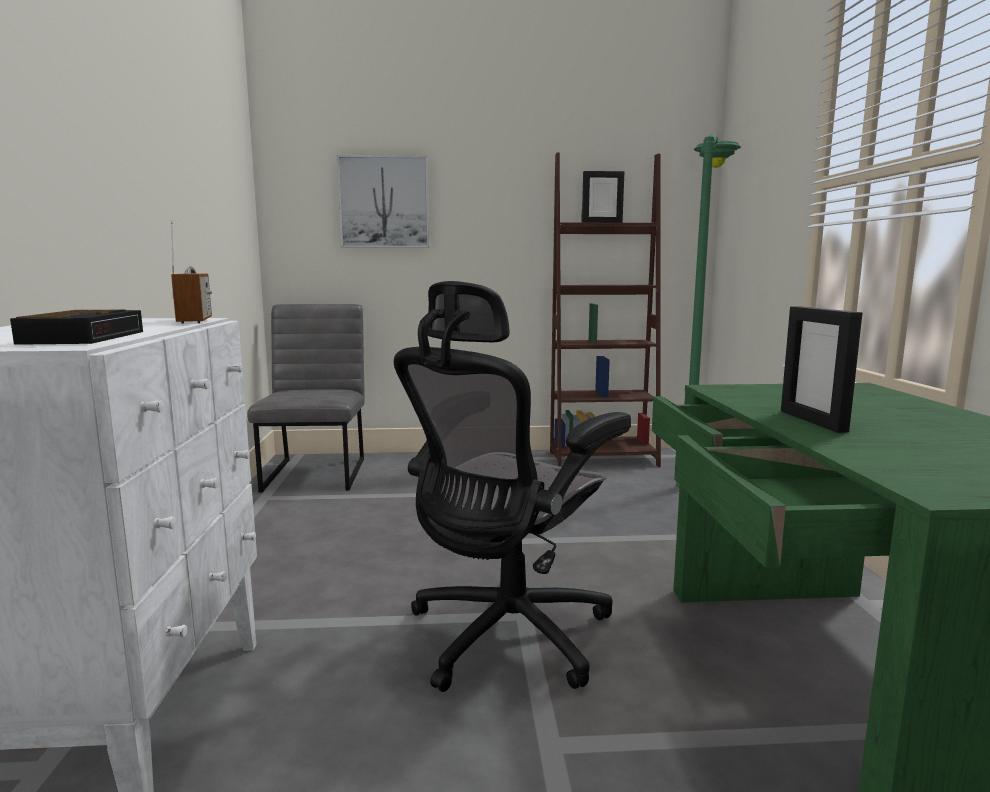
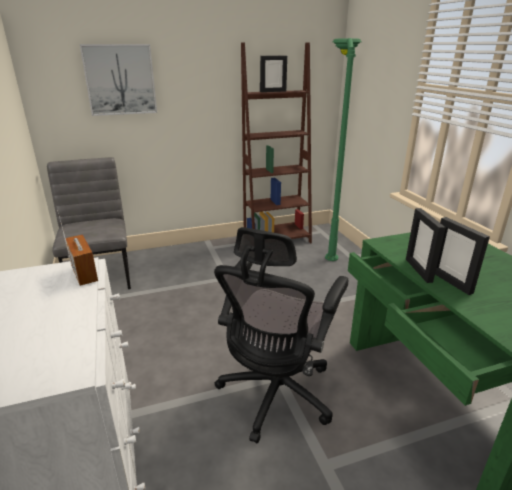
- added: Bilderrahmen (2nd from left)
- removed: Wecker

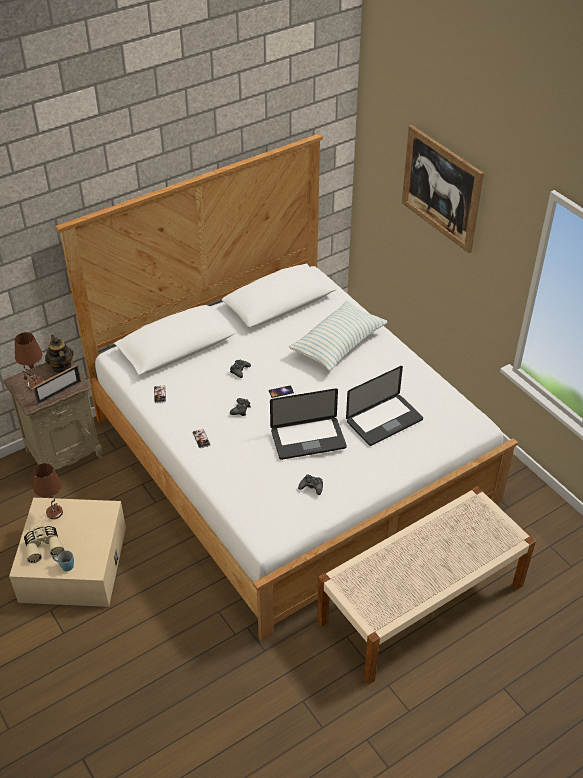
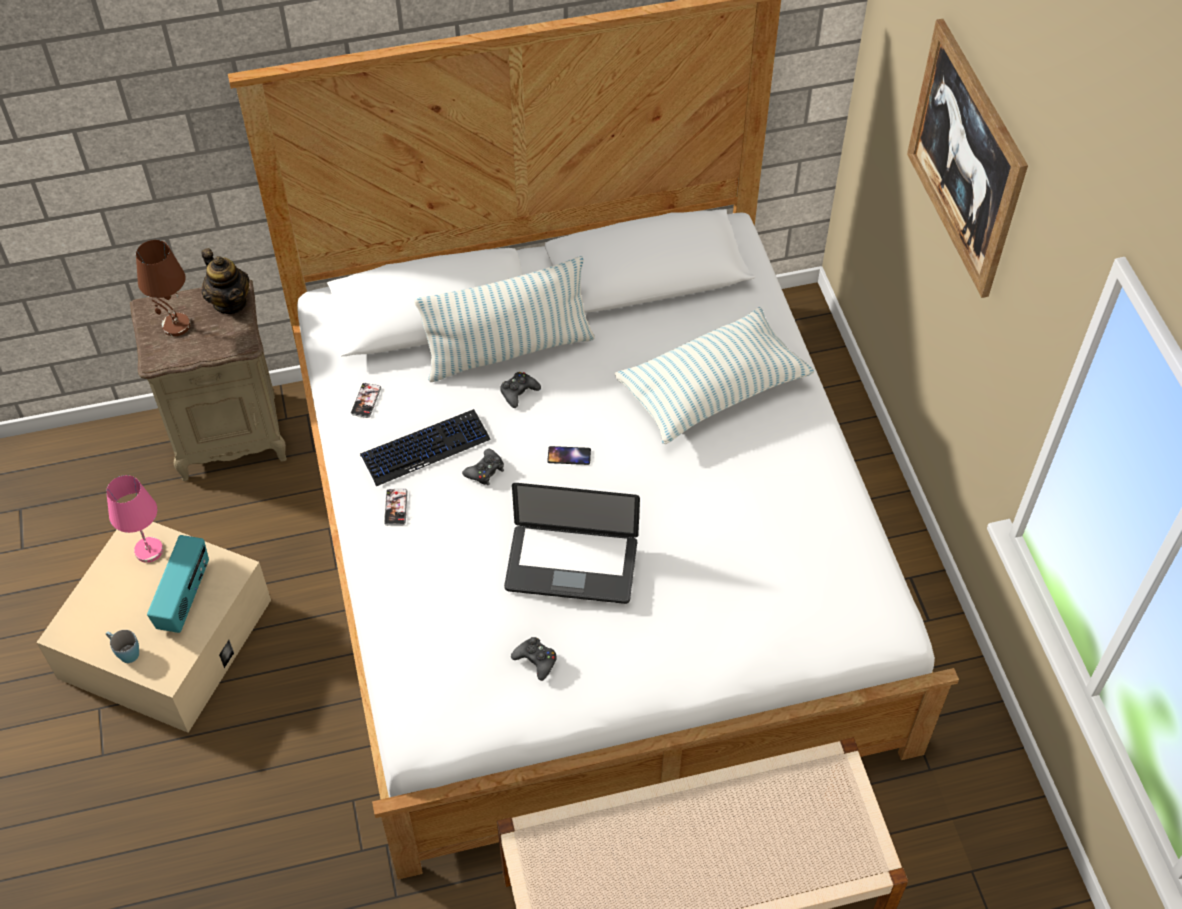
- recoloured: Tischlampe [braun] (2nd from left) to Tischlampe [rosa]
- added: Radio
- turned: Teekanne 150 degrees clockwise
- added: Tastatur
- added: Kissen (1st from left)
- removed: Fernglas [beige]
- removed: Bilderrahmen
- removed: Laptop (2nd from left)

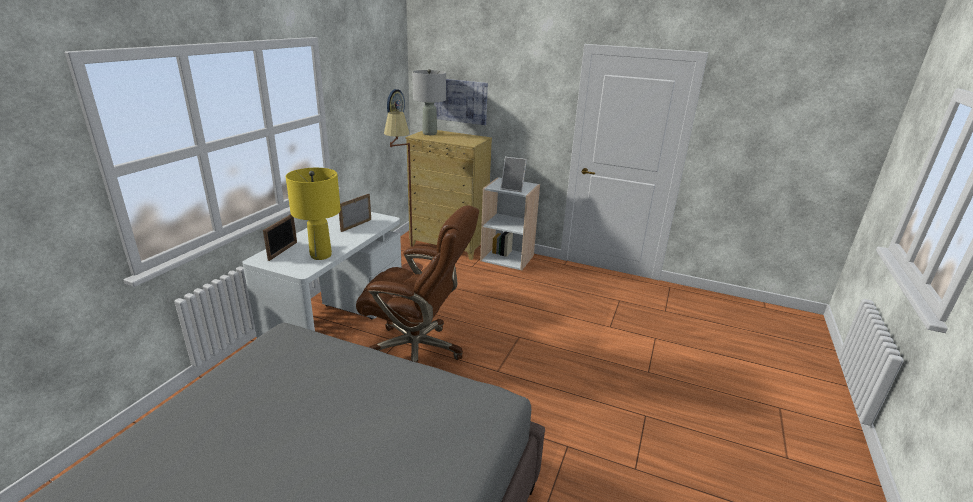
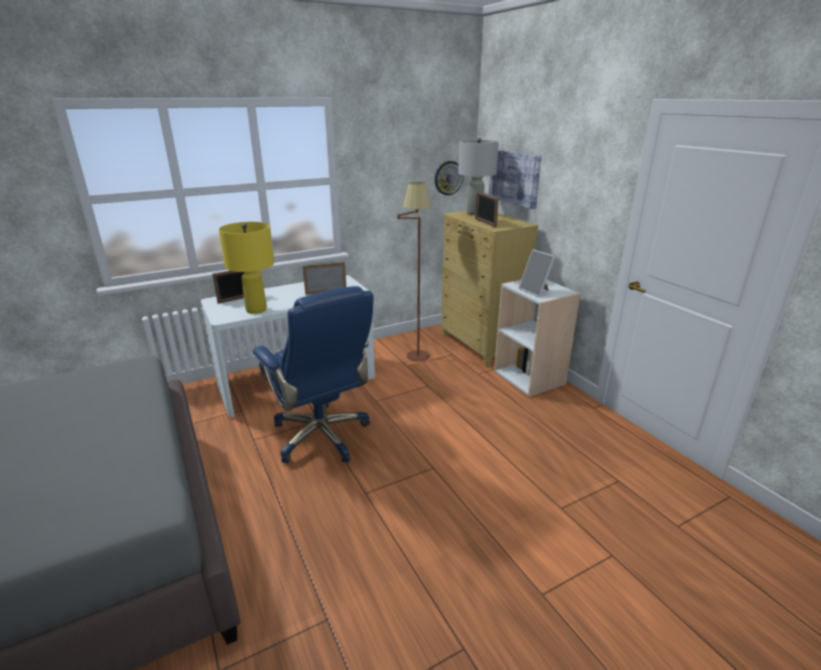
- recoloured: Bürostuhl [braun] to Bürostuhl [blau]
- added: Bilderrahmen (3rd from left)

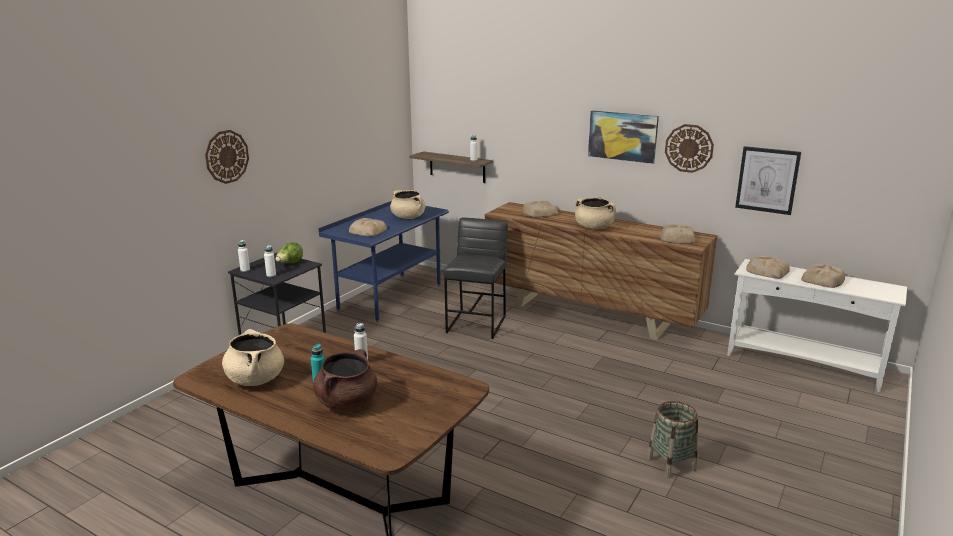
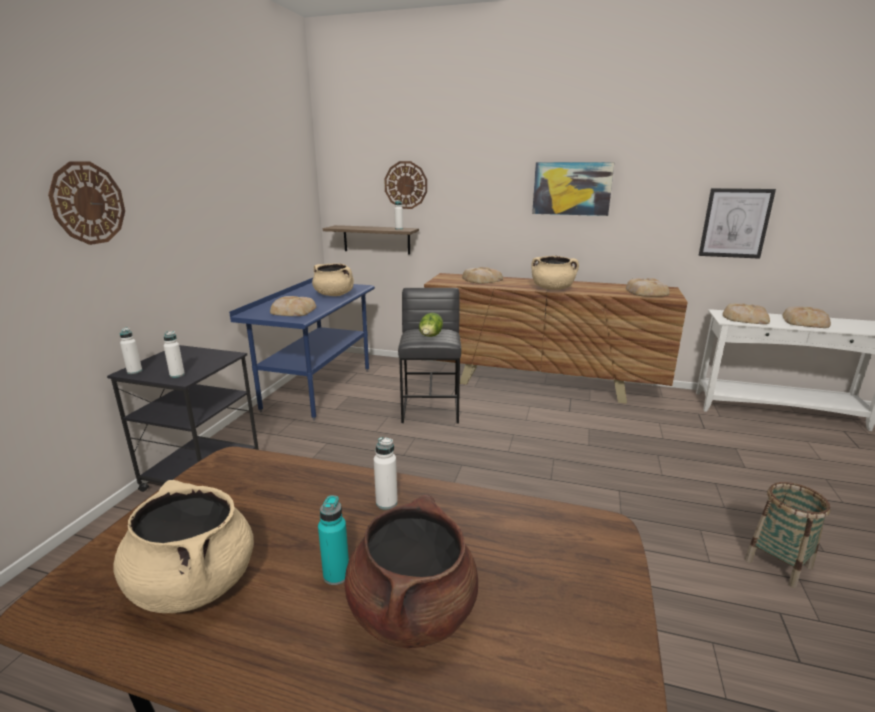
- moved: Wanduhr (2nd from left)
- moved: Salatkopf

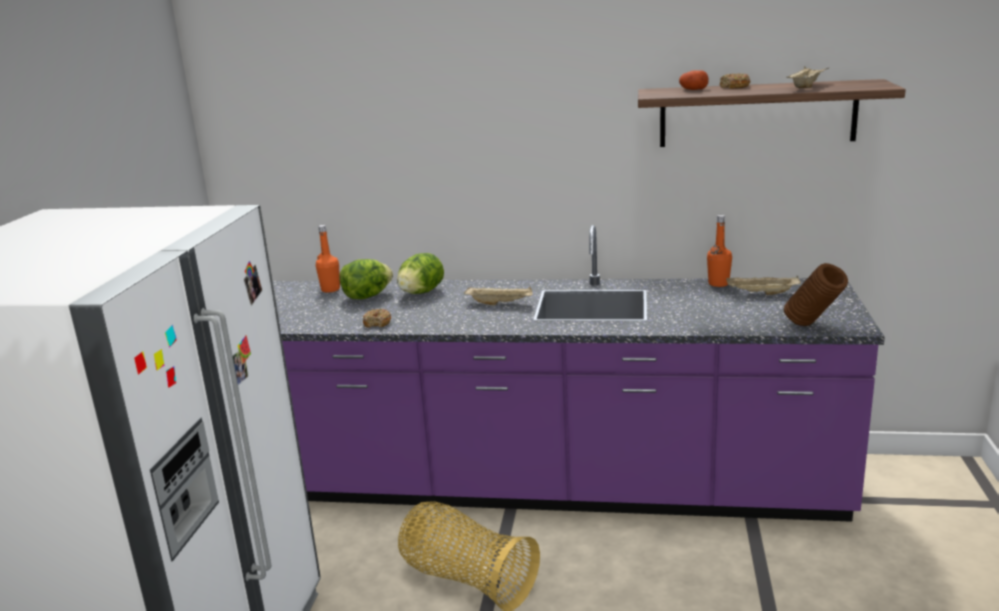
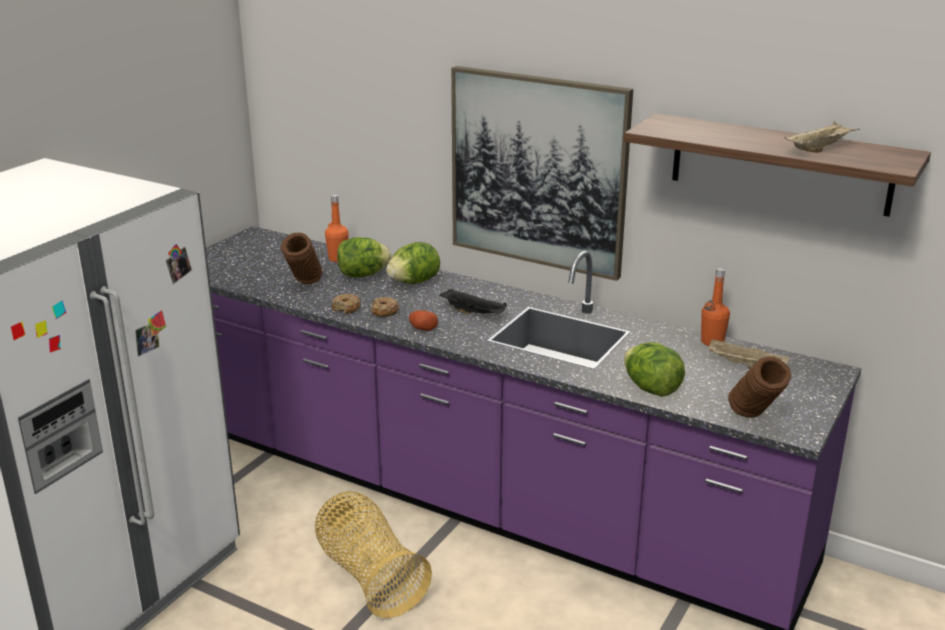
- added: Vase [braun] (1st from left)
- moved: Donut (2nd from left)
- moved: Kartoffel
- recoloured: Tablett [beige] (1st from left) to Tablett [schwarz]
- added: Bild
- added: Salatkopf (3rd from left)

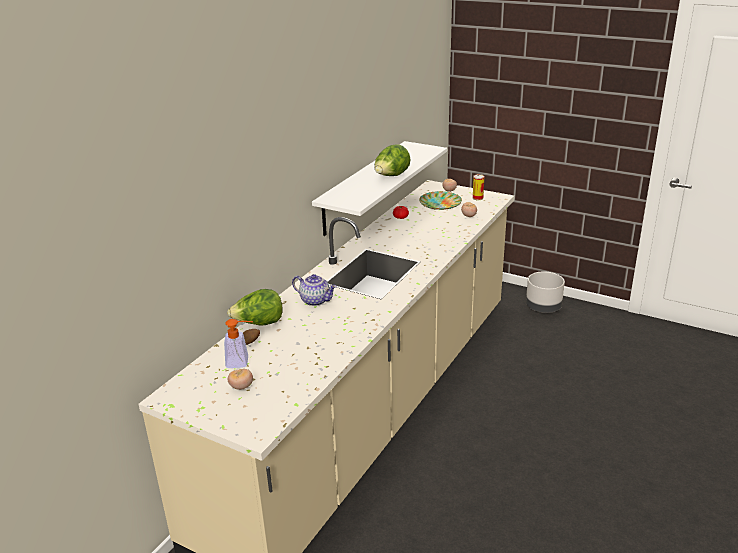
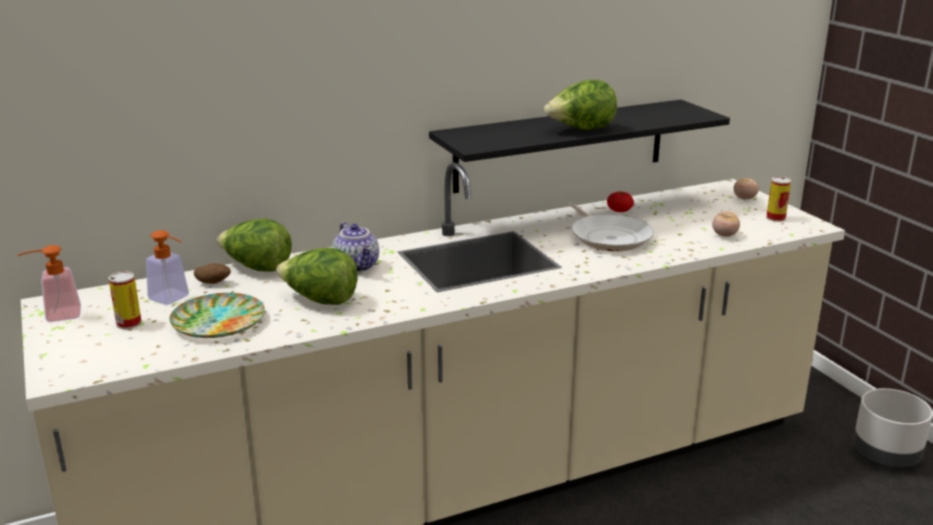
- added: Seifenspender (1st from left)
- replaced: Tomate (1st from left) to Dose (1st from left)
- moved: Teller
- added: Salatkopf (2nd from left)
- recoloured: Wandregal [weiß] to Wandregal [schwarz]
- added: Pfanne

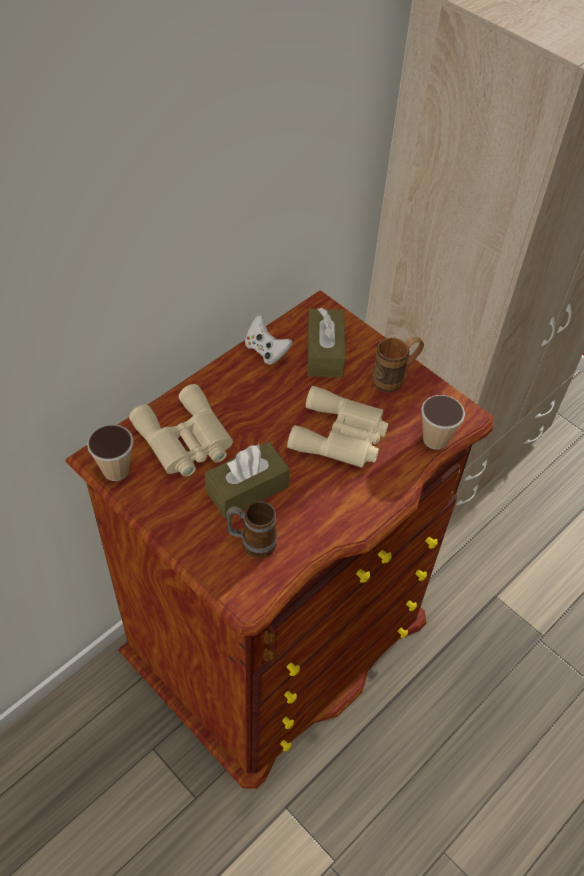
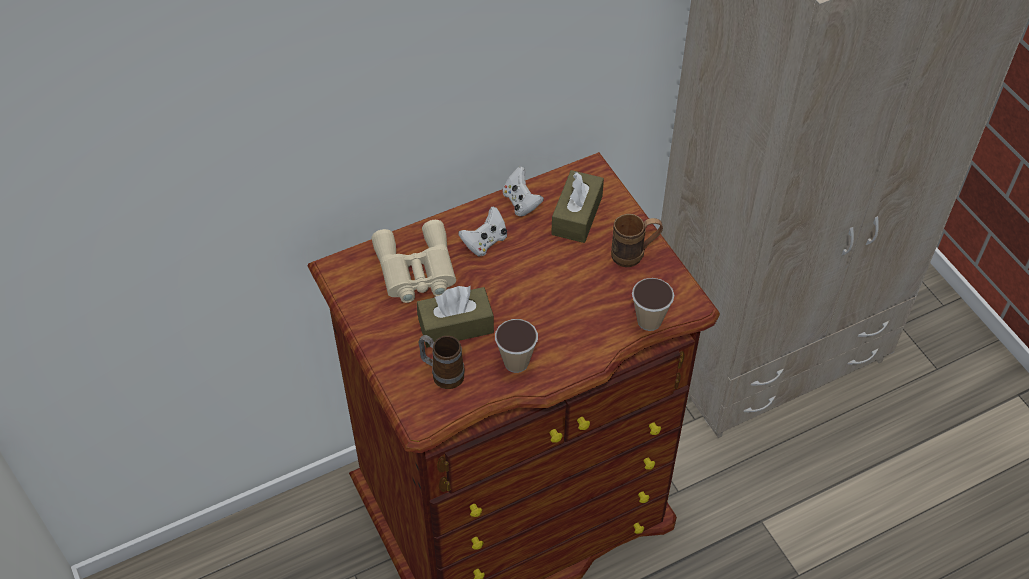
- added: Gamepad [weiß] (1st from left)
- moved: Tasse (1st from left)
- removed: Fernglas [beige] (2nd from left)

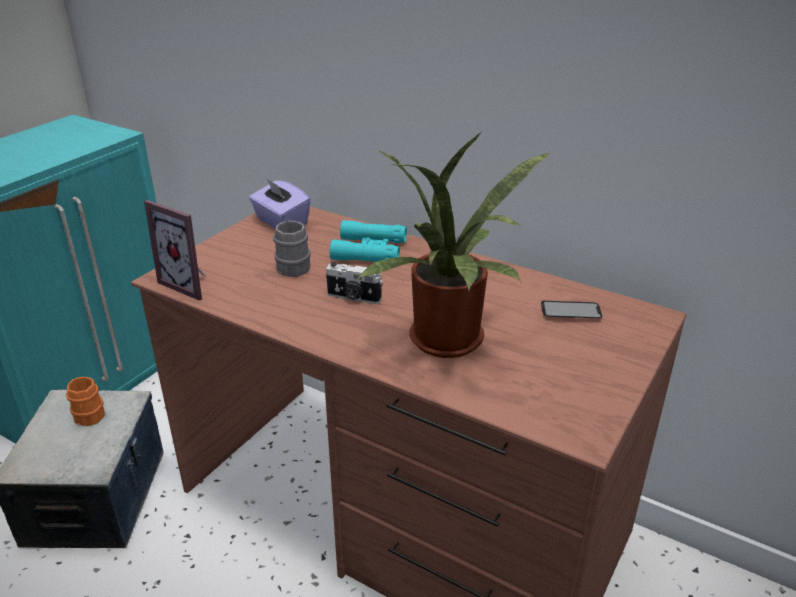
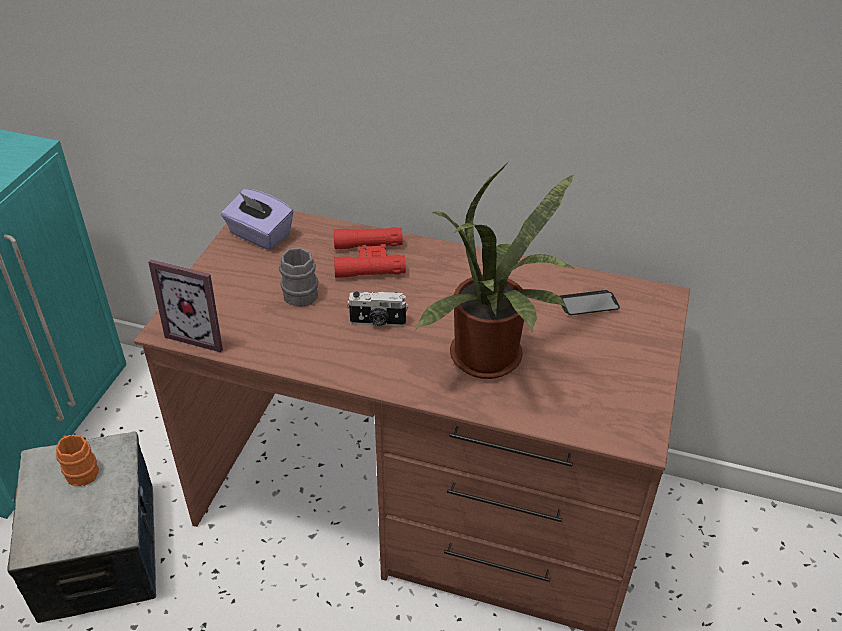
- recoloured: Fernglas [türkis] to Fernglas [rot]

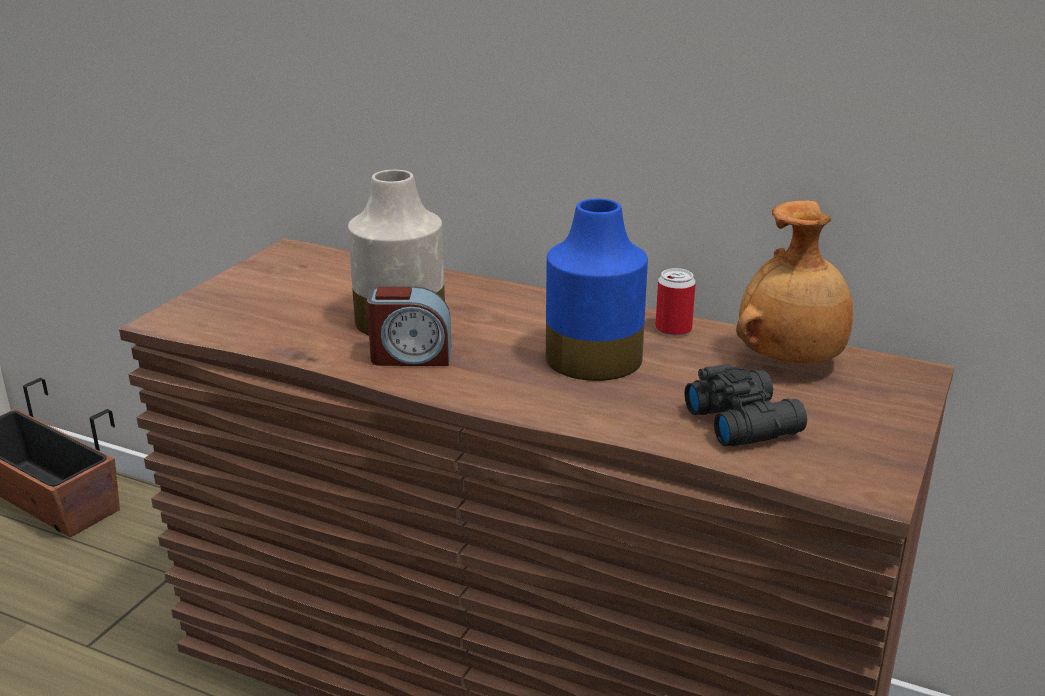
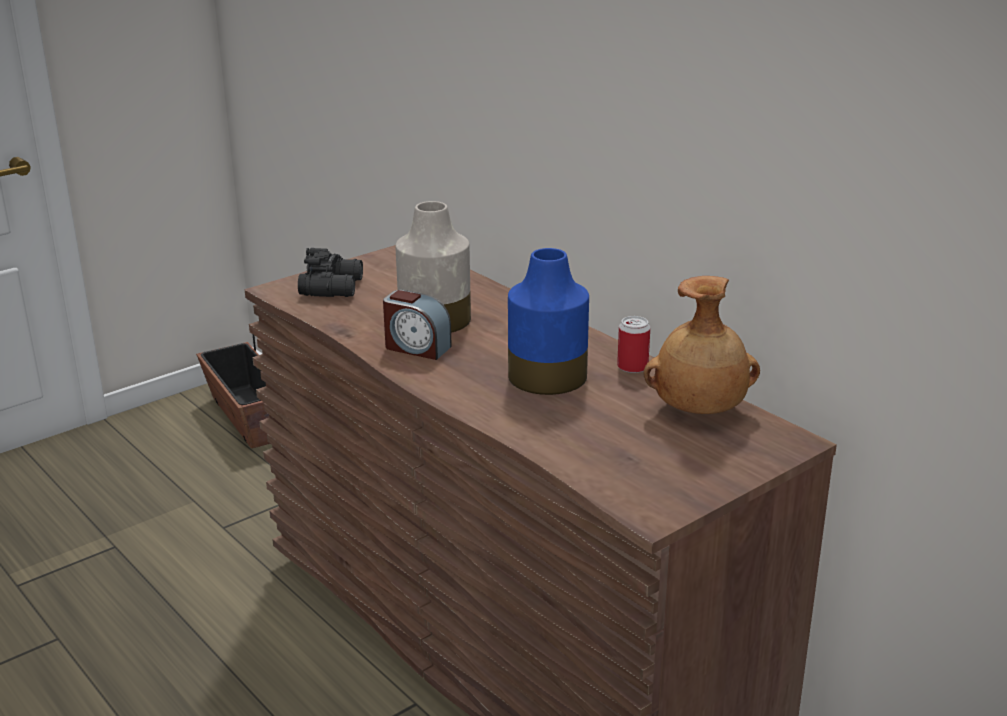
- moved: Fernglas [schwarz]

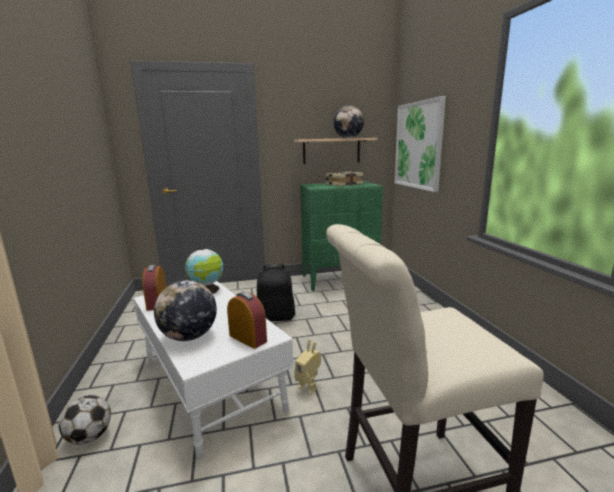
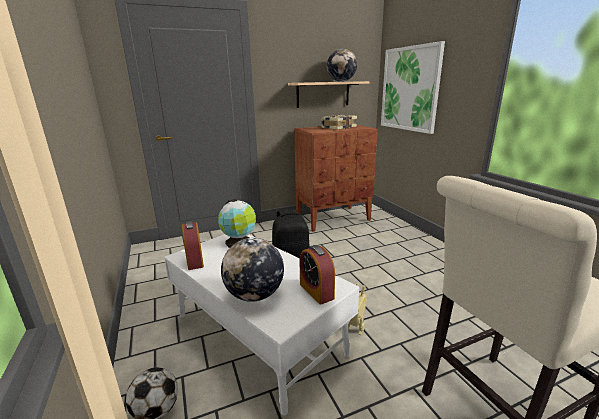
- recoloured: Kommode [grün] to Kommode [braun]
- turned: Wecker (2nd from left) 150 degrees counterclockwise

